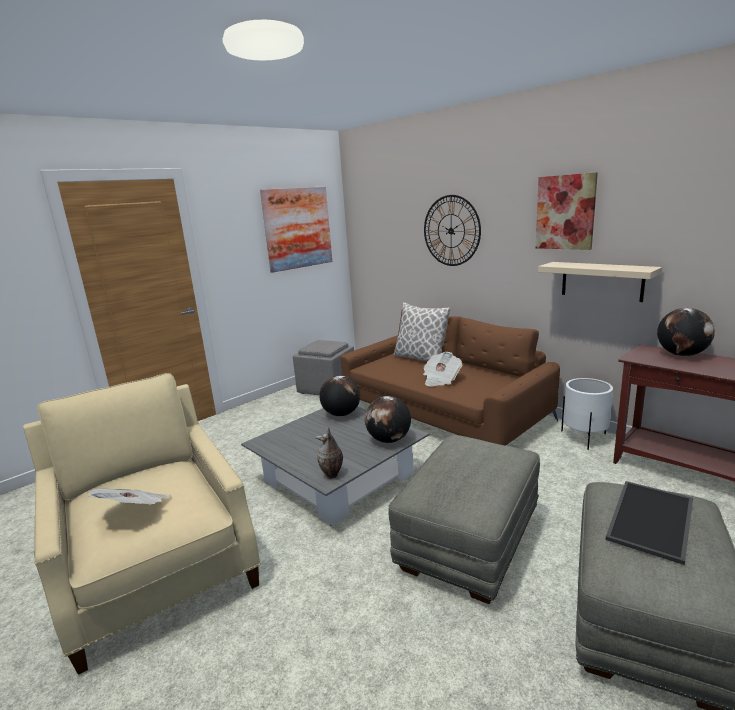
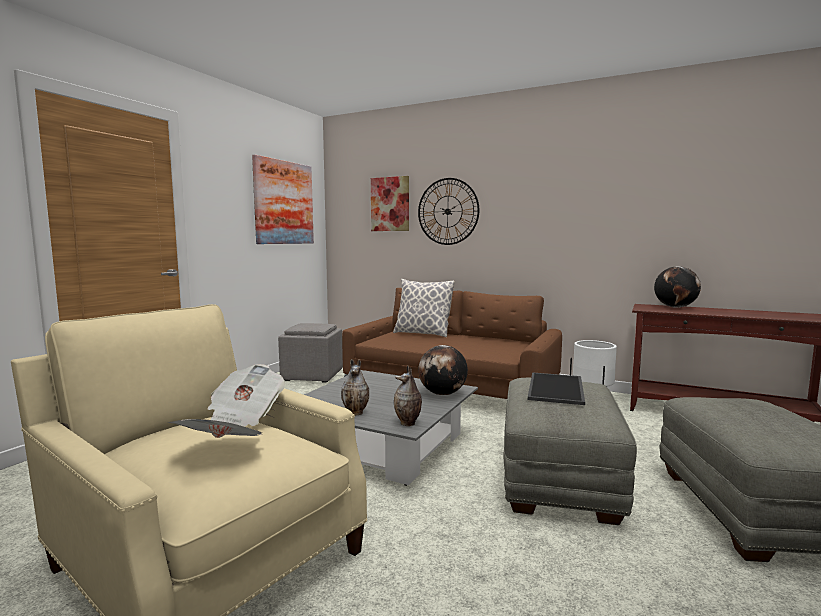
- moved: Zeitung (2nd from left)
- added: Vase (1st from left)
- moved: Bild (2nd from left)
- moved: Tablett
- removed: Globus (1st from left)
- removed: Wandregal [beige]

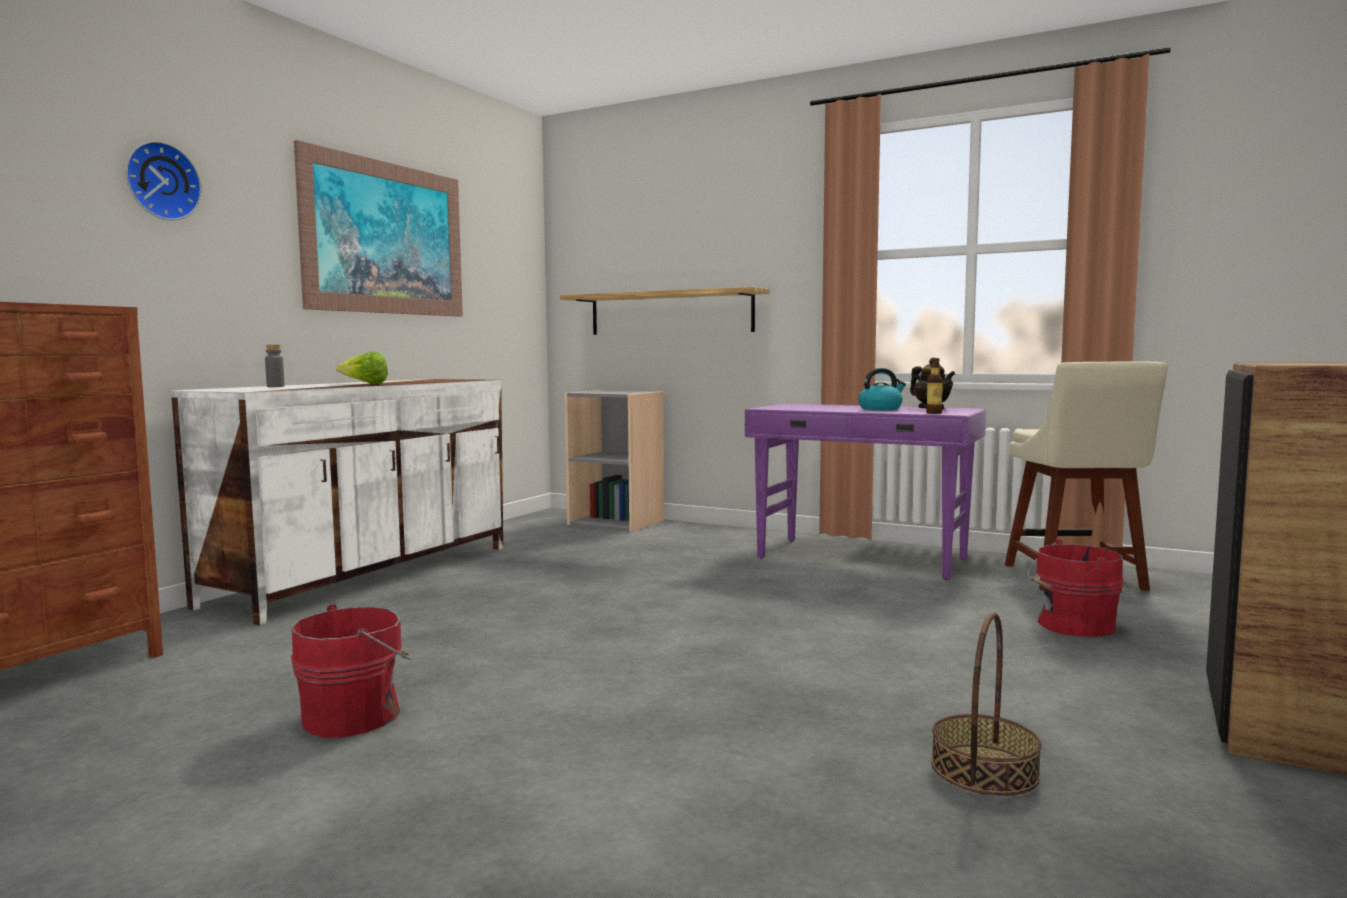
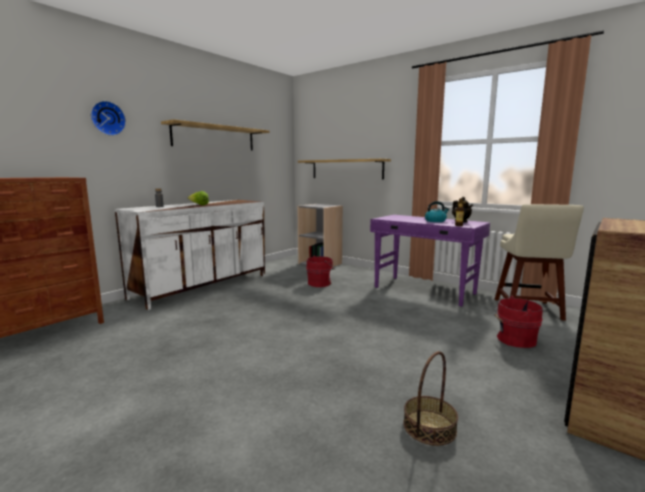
- replaced: Bild to Wandregal (1st from left)
- moved: Eimer [rot] (1st from left)

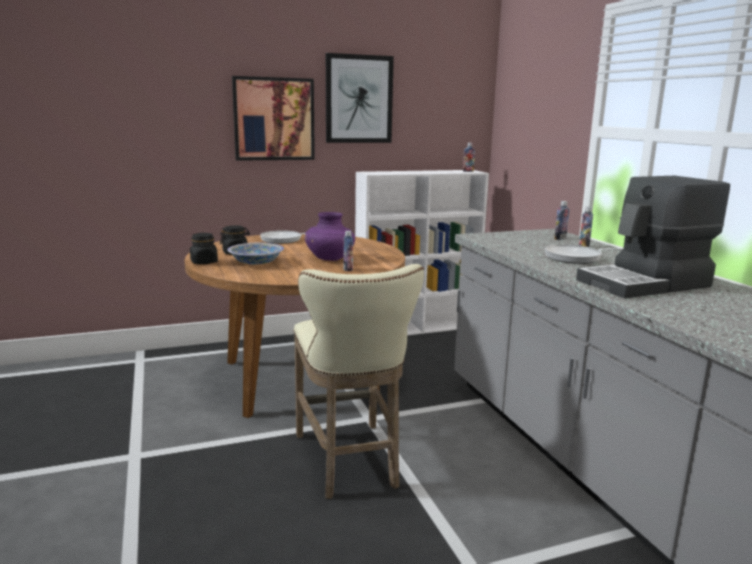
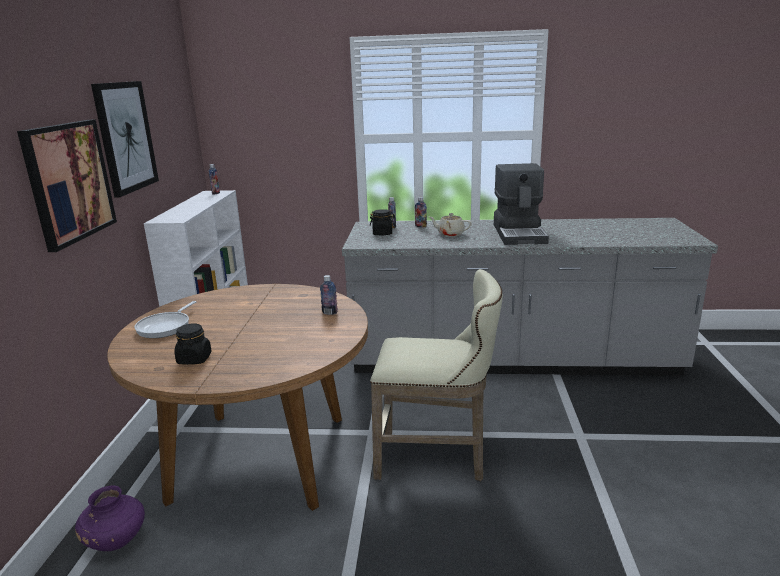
- moved: Vase [lila]
- moved: Vorratsglas [schwarz] (1st from left in the first image) to Vorratsglas [schwarz] (2nd from left)
- replaced: Pfanne (2nd from left) to Teekanne [beige]
- removed: Schüssel

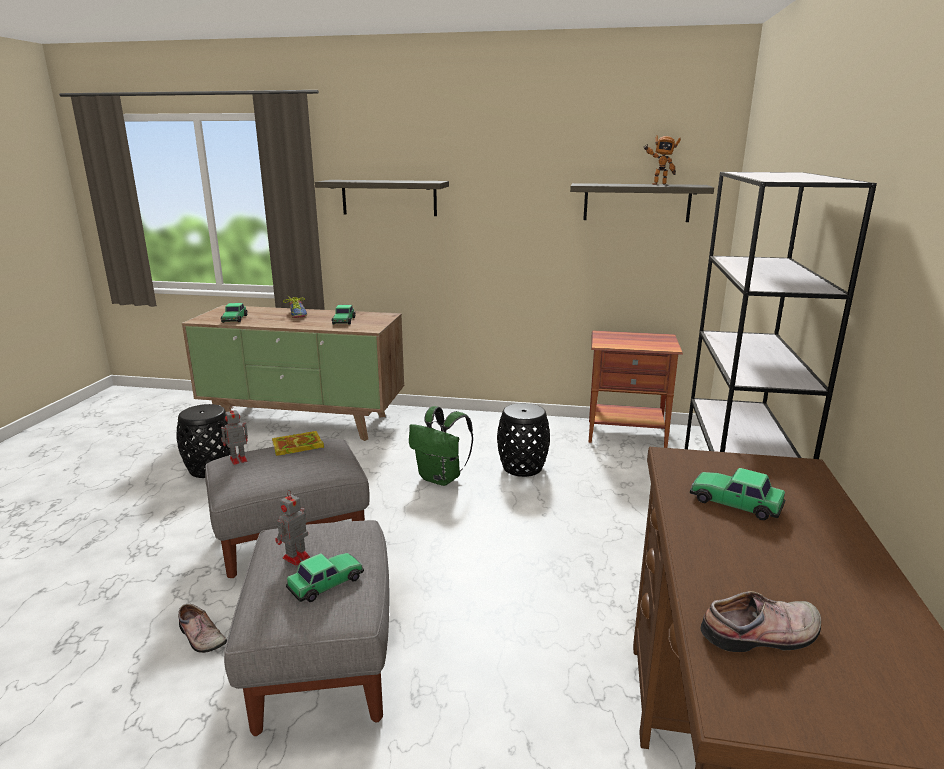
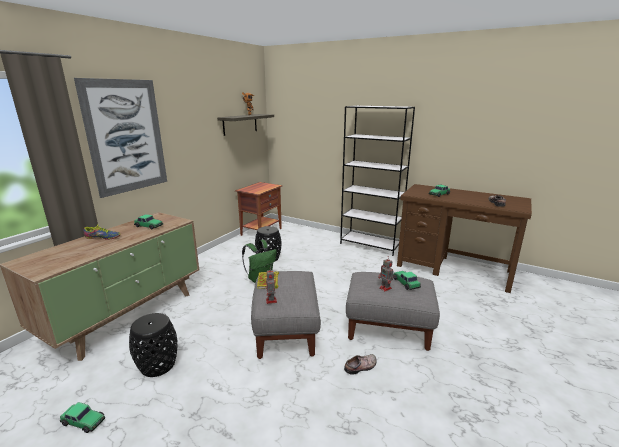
- moved: Spielzeugauto (1st from left)
- replaced: Wandregal (1st from left) to Bild

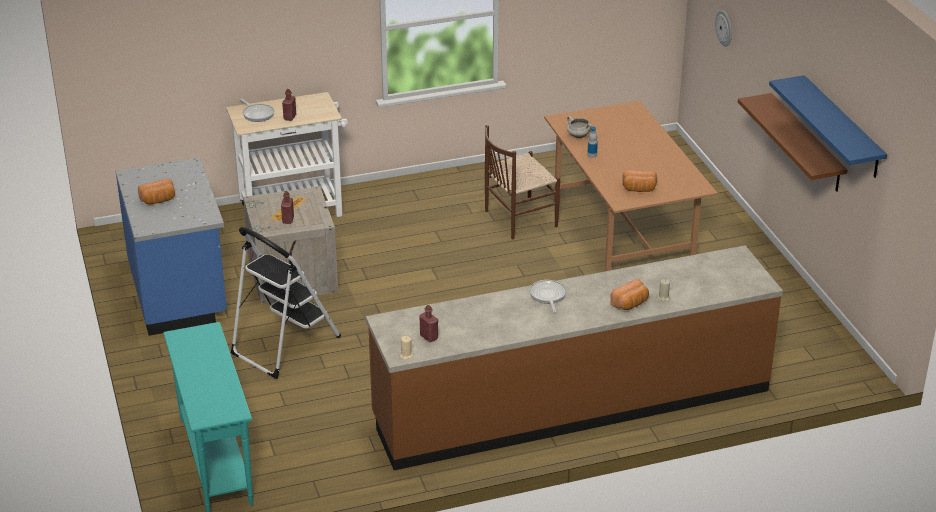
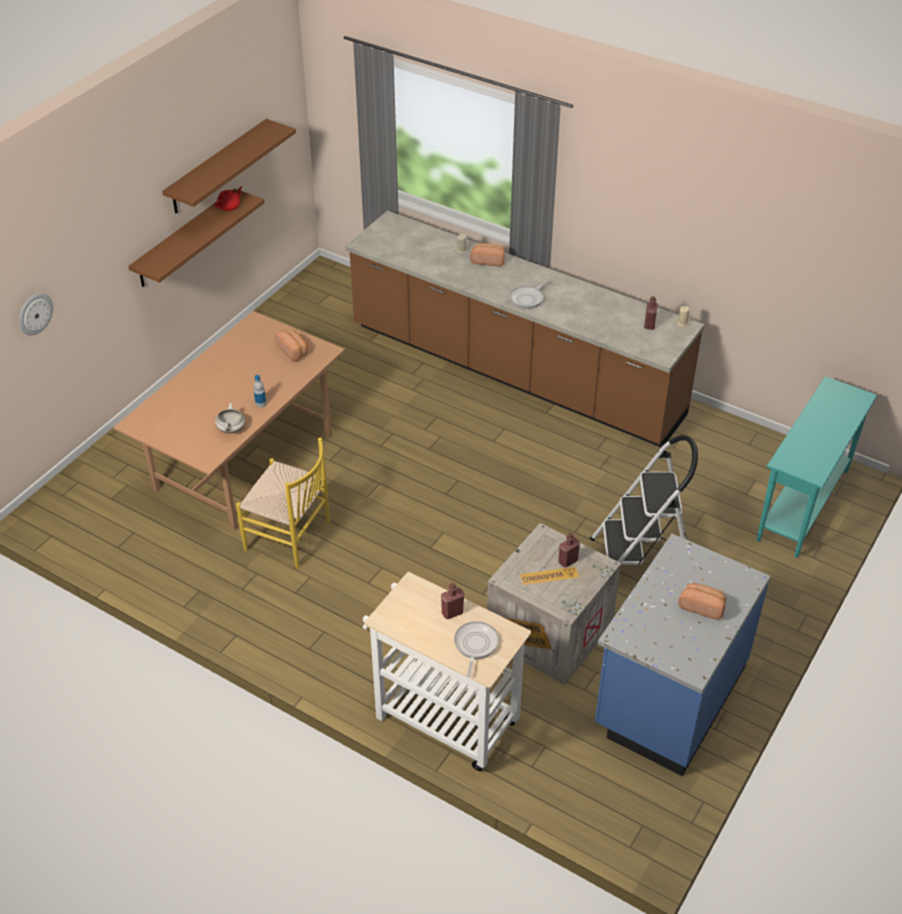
- recoloured: Wandregal [blau] to Wandregal [braun] (2nd from left)
- added: Teekanne [rot]
- recoloured: Stuhl [braun] to Stuhl [gelb]

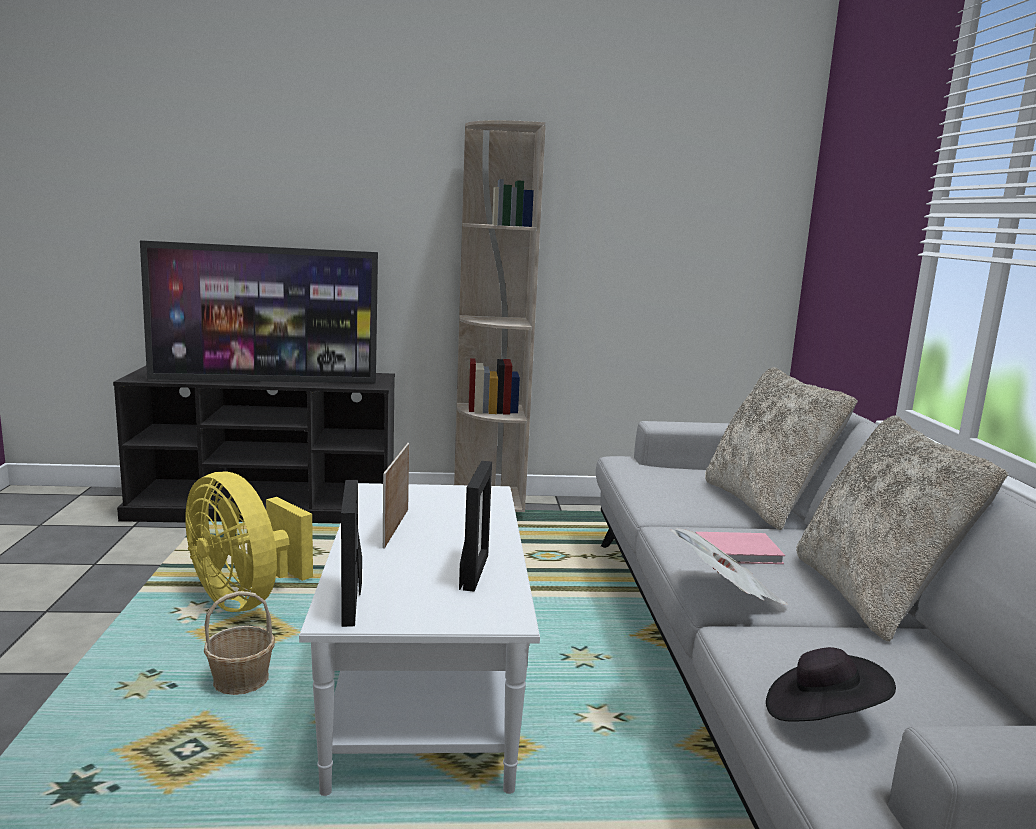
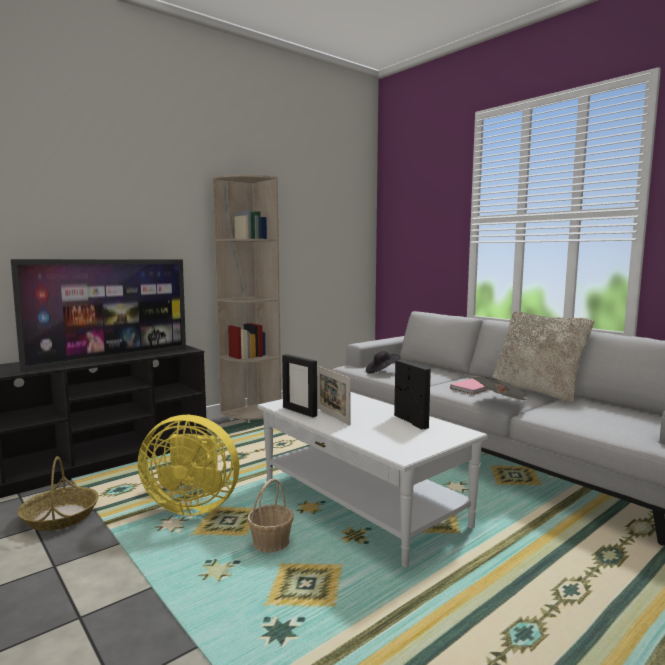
- added: Korb (1st from left)
- moved: Bilderrahmen (1st from left)
- moved: Hut [schwarz]
- removed: Kissen [beige] (1st from left)

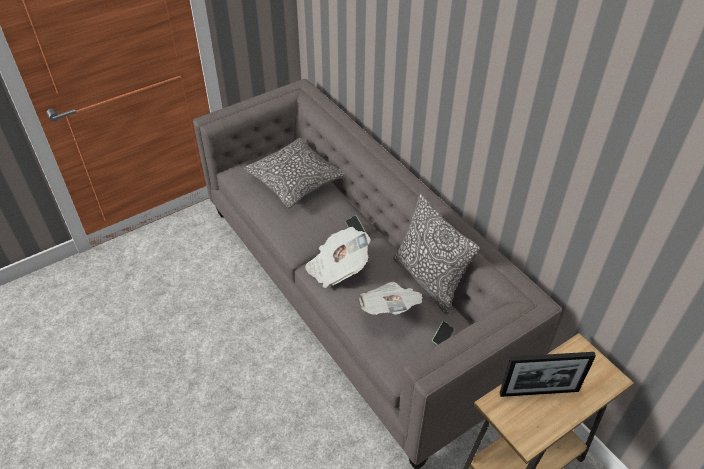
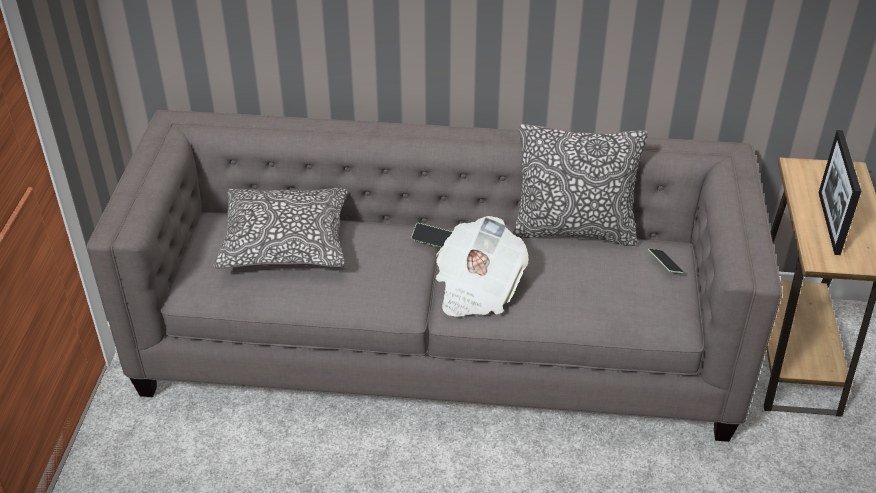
- turned: Bilderrahmen 150 degrees clockwise
- removed: Zeitung (2nd from left)

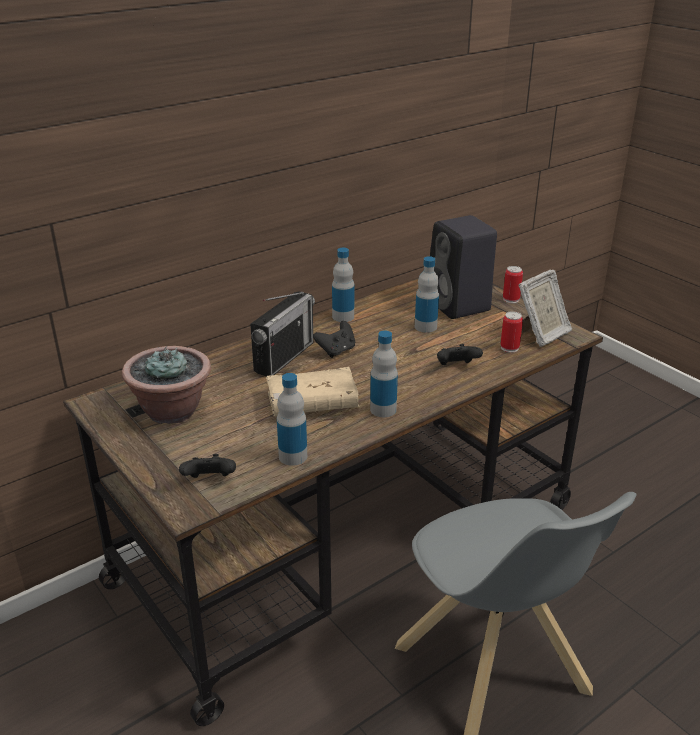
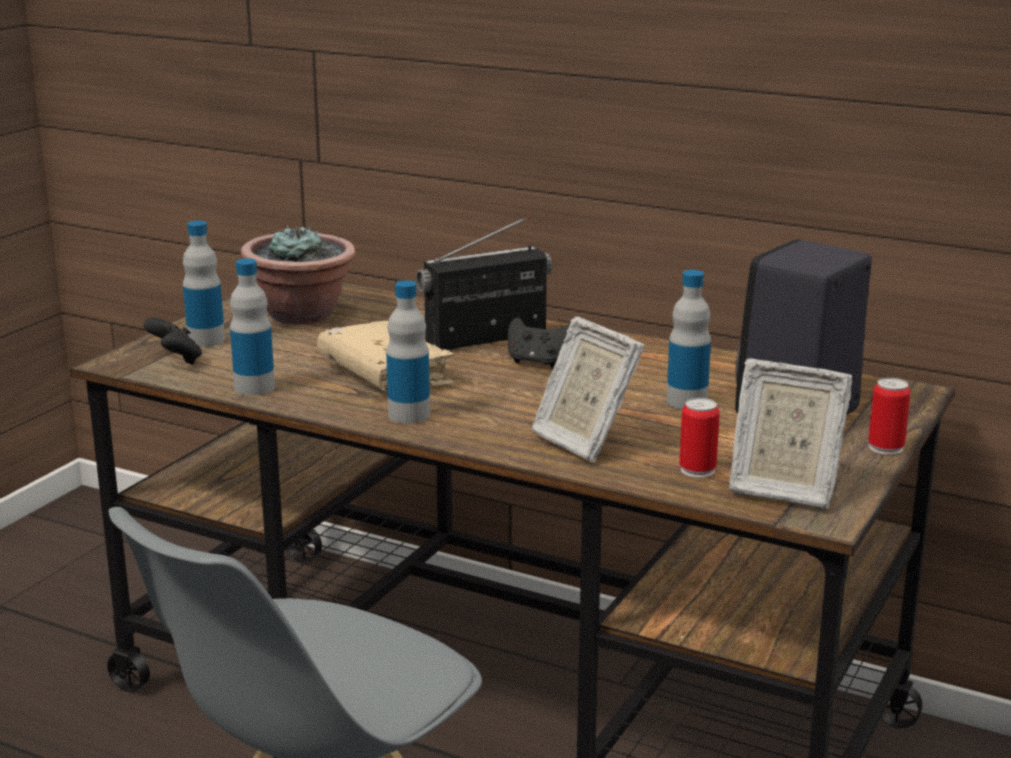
- moved: Flasche (2nd from left in the first image) to Flasche (1st from left)
- turned: Radio 150 degrees clockwise
- replaced: Gamepad [schwarz] (3rd from left) to Bilderrahmen (1st from left)

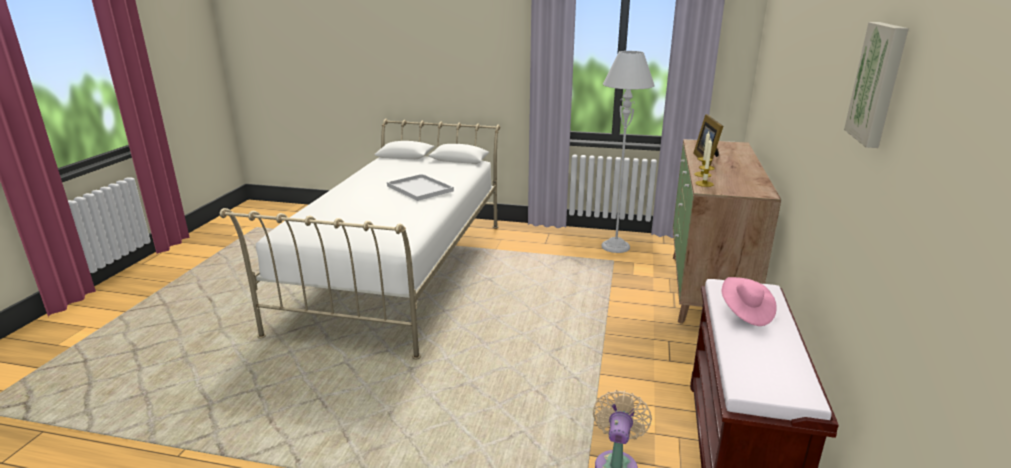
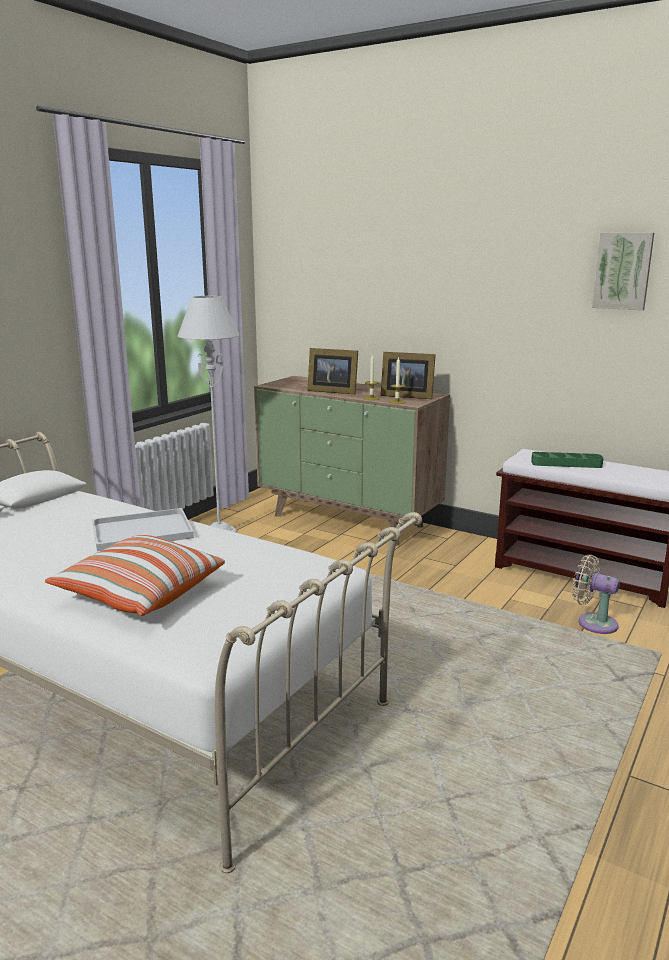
- added: Kissen
- added: Bilderrahmen (2nd from left)
- replaced: Hut [rosa] to Tablett [grün]

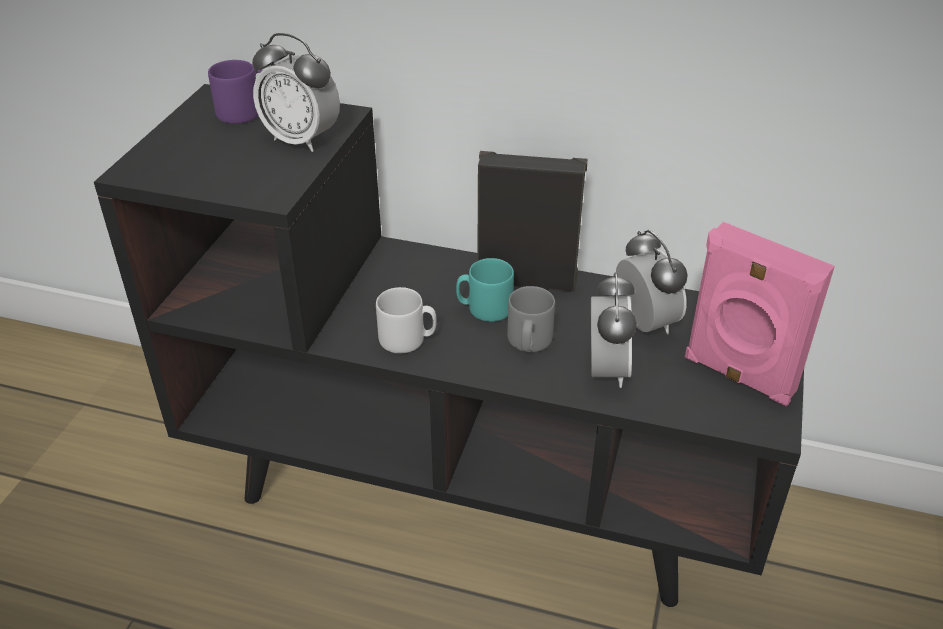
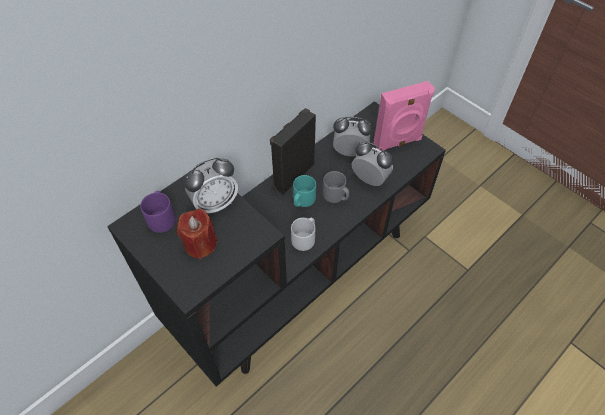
- added: Kerze [rot]

